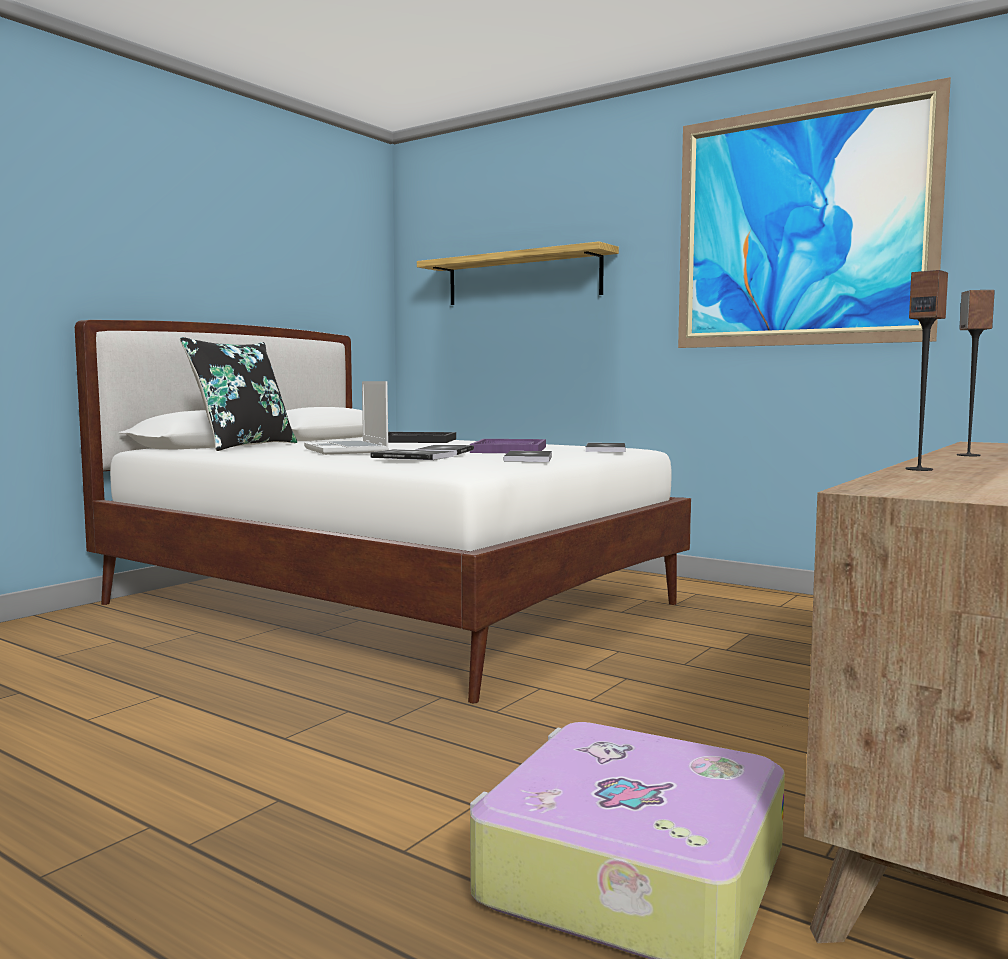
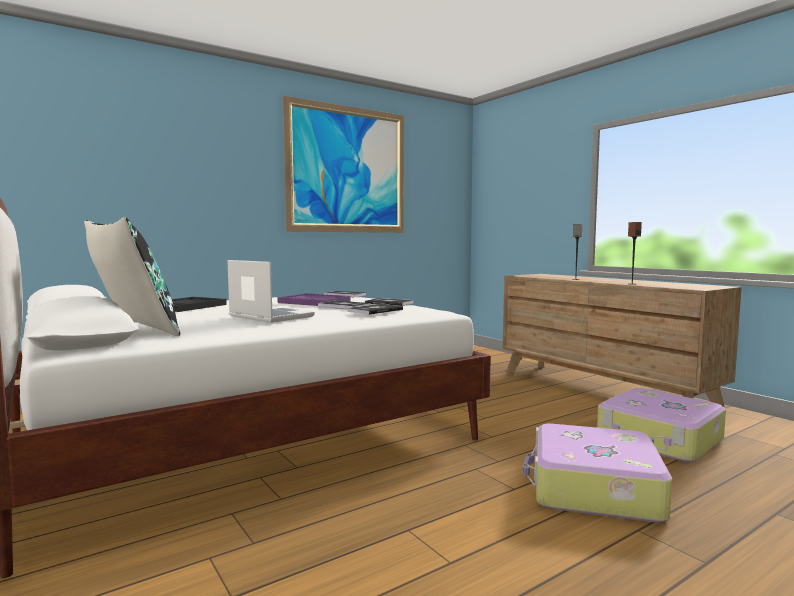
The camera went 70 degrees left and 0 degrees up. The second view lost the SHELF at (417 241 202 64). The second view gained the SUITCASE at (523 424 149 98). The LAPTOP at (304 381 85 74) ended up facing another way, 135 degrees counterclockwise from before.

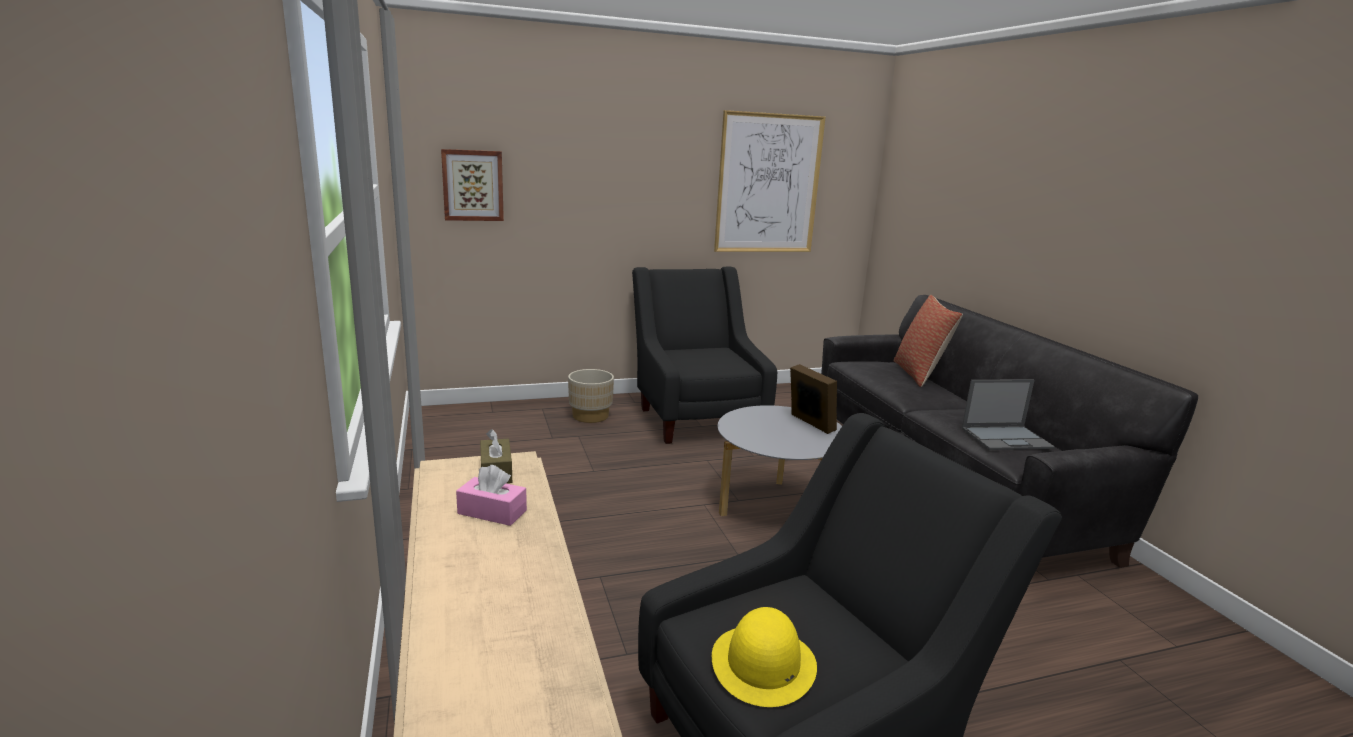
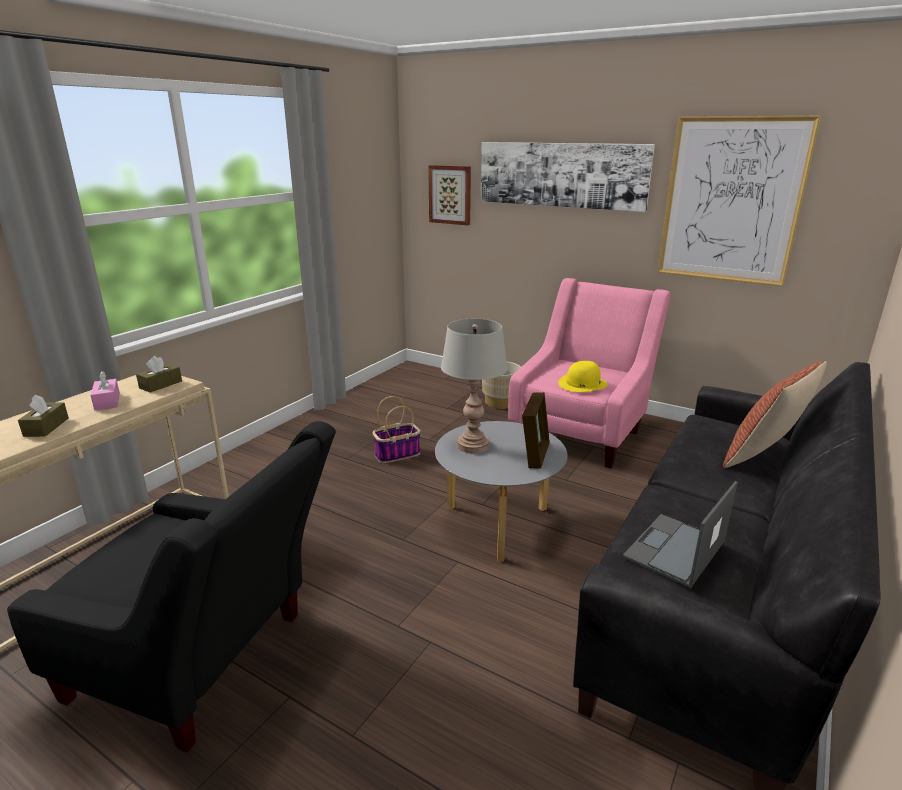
The camera went 50 degrees right and 5 degrees up. The second view gained the BROWN TISSUE BOX at (18 395 51 42). The second view gained the BASKET at (372 396 49 67). The second view gained the GREY TABLE LAMP at (441 319 67 134). The second view gained the PICTURE at (481 142 174 70). The YELLOW HAT ended up elsewhere, having gone from (712 607 105 100) to (558 361 50 31). What was the BLACK ARMCHAIR at (632 267 145 177) turned into the PINK ARMCHAIR at (508 278 163 190). The LAPTOP at (962 380 93 70) ended up facing another way, 90 degrees clockwise from before.

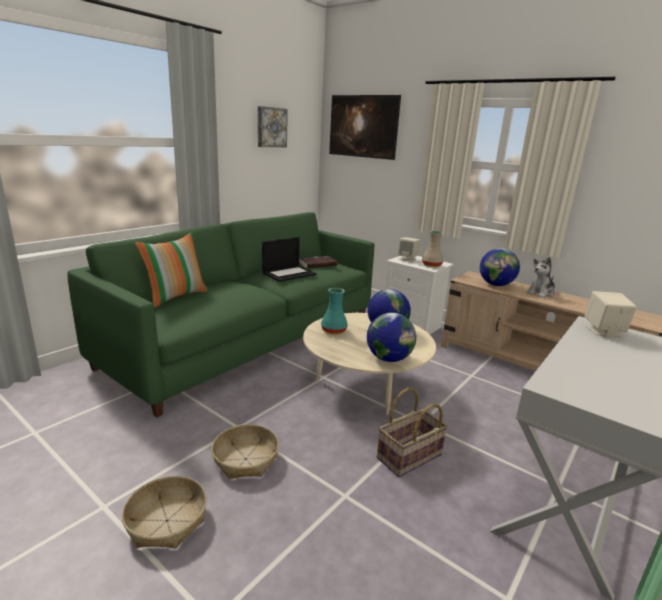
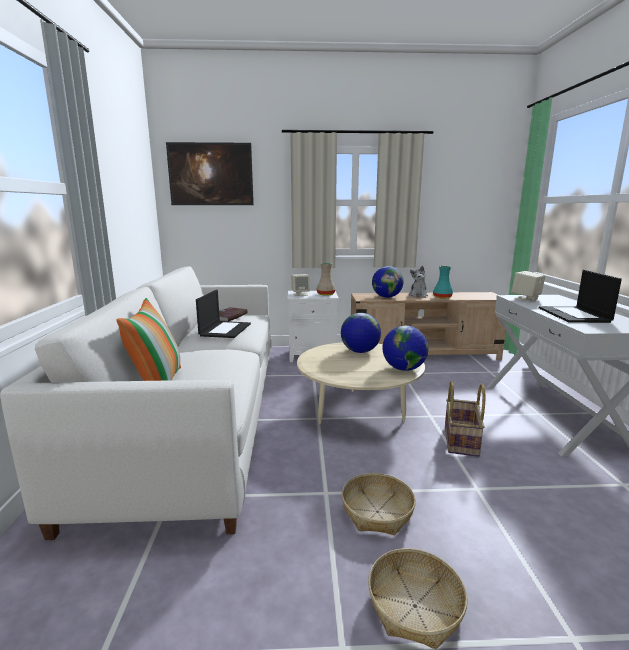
The camera went 40 degrees left and 5 degrees down. The second view lost the PICTURE at (258 106 30 41). The second view gained the LAPTOP at (539 270 83 53). The TURQUOISE VASE ended up elsewhere, having gone from (321 288 27 46) to (433 266 20 33). What was the GREEN SOFA at (67 212 307 205) turned into the WHITE SOFA at (0 266 272 274).

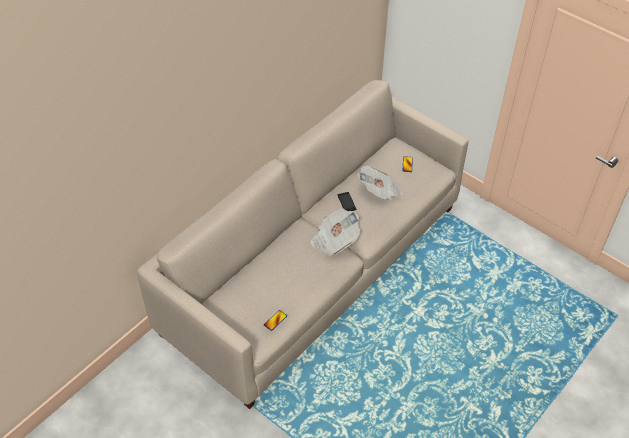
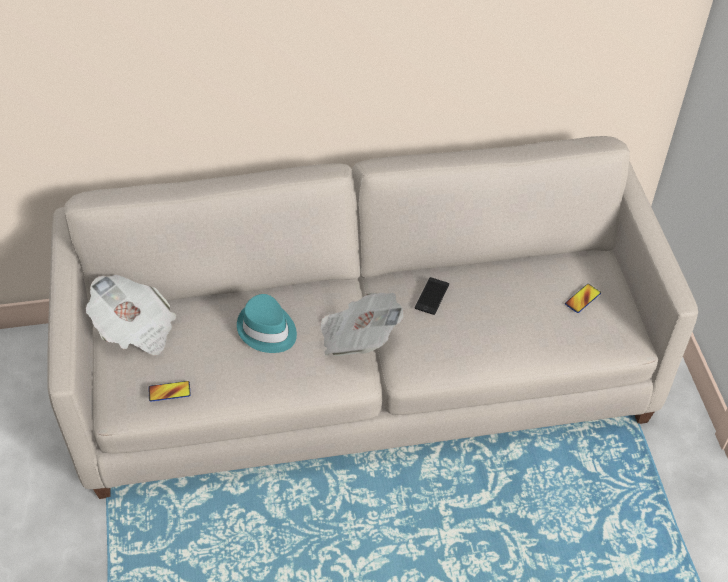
The camera went 40 degrees right and 0 degrees up. The second view gained the TURQUOISE HAT at (237 294 60 59). The NEWSPAPER ended up elsewhere, having gone from (357 165 46 35) to (86 275 90 81).

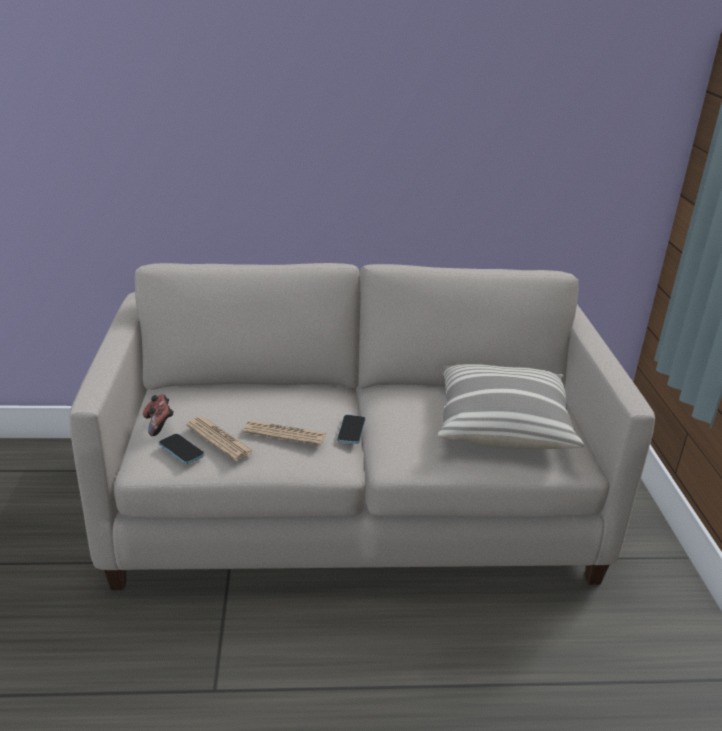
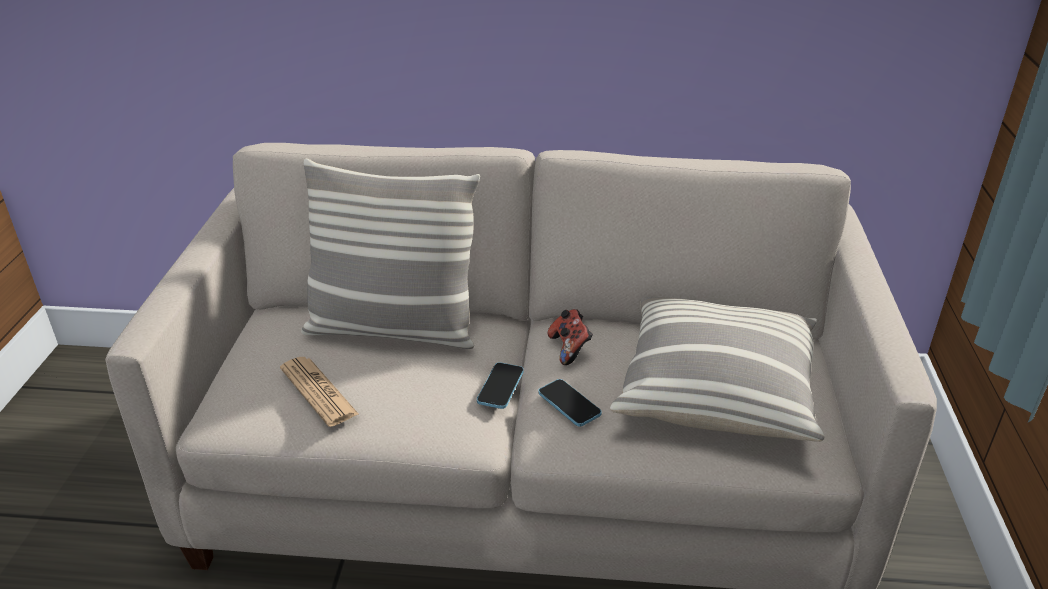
The camera went 10 degrees right and 5 degrees up. The second view lost the NEWSPAPER at (243 420 84 25). The second view gained the PILLOW at (301 158 179 191). The GAME CONTROLLER ended up elsewhere, having gone from (143 395 31 41) to (548 309 45 56). The PHONE ended up elsewhere, having gone from (159 434 45 30) to (538 379 64 48).

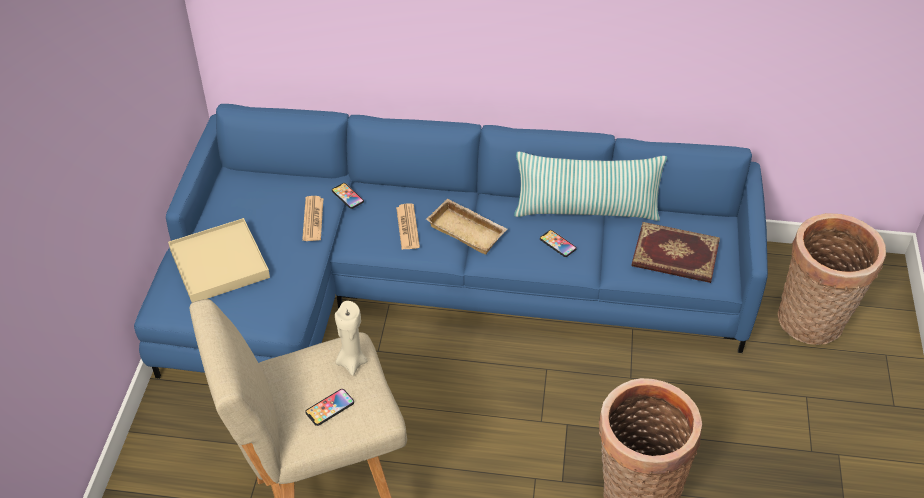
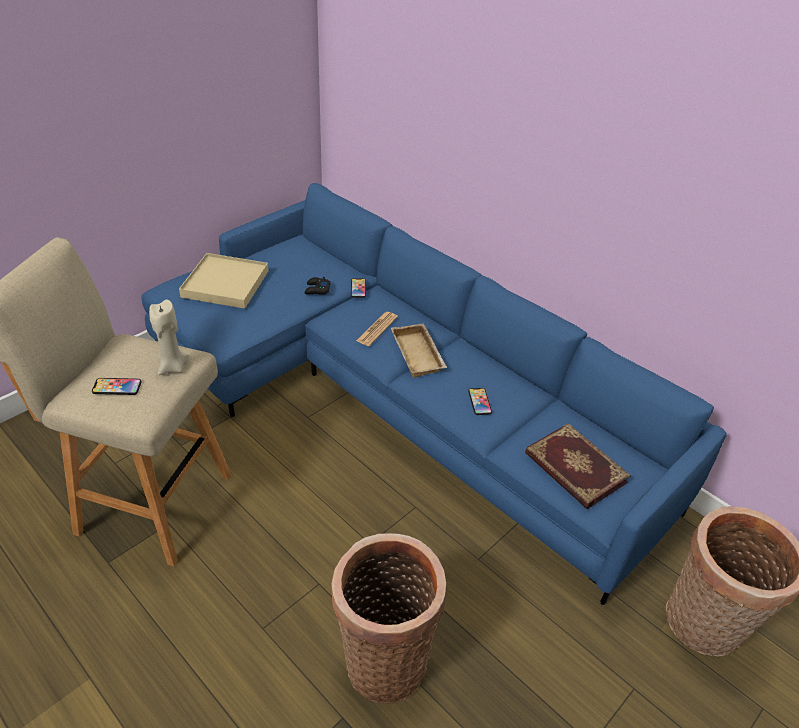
The camera went 35 degrees right and 5 degrees down. The second view lost the PILLOW at (514 152 153 69). Where the NEWSPAPER stood at (302 196 21 45), the BLACK GAME CONTROLLER came to stand at (305 277 26 18).

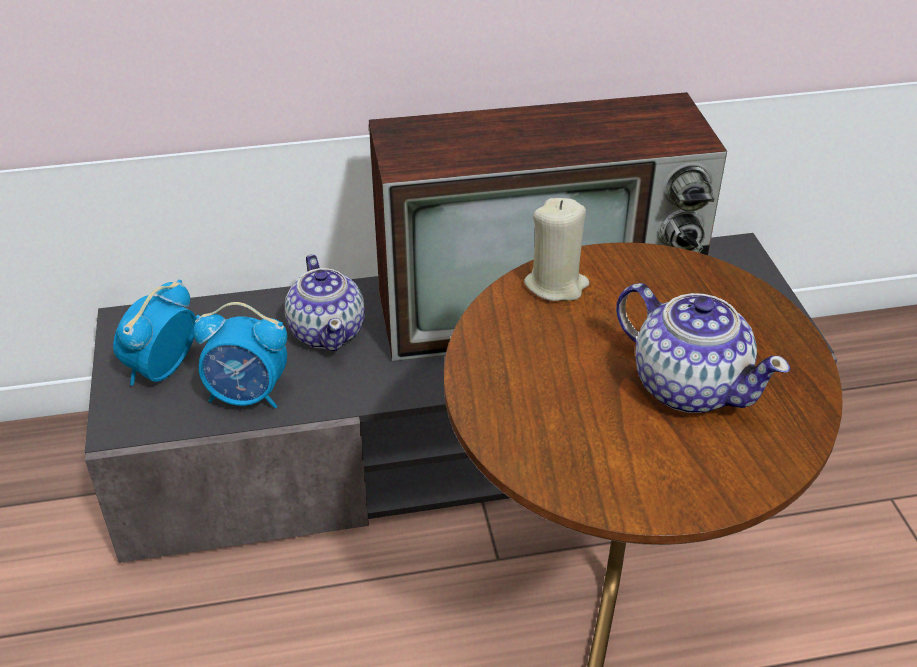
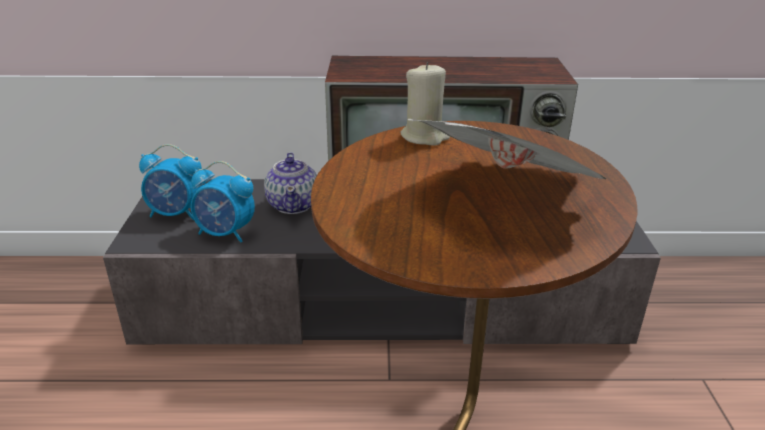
The camera went 10 degrees right and 10 degrees down. Where the TEAPOT stood at (616 283 174 130), the NEWSPAPER came to stand at (407 119 200 61). The ALARM CLOCK at (113 280 83 105) ended up facing another way, 120 degrees counterclockwise from before.

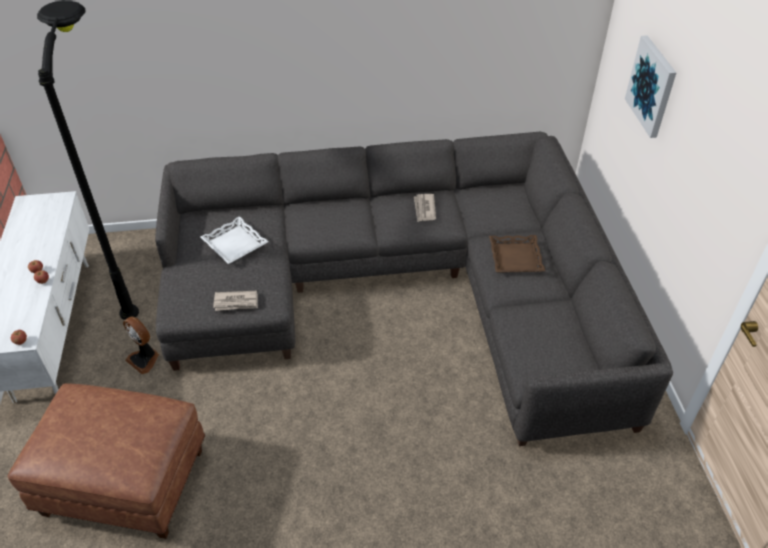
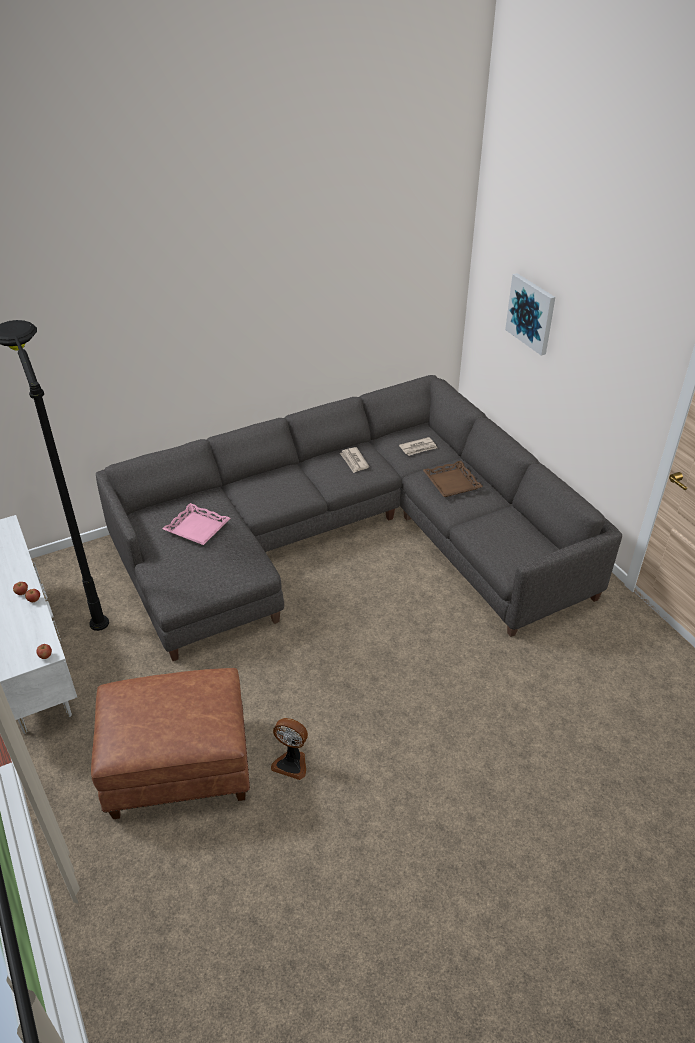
The camera went 20 degrees left and 5 degrees down. The FAN ended up elsewhere, having gone from (123 317 36 57) to (271 718 37 62). The NEWSPAPER ended up elsewhere, having gone from (213 291 45 20) to (399 437 38 19). What was the WHITE TRAY at (200 216 69 48) turned into the PINK TRAY at (162 503 69 42).

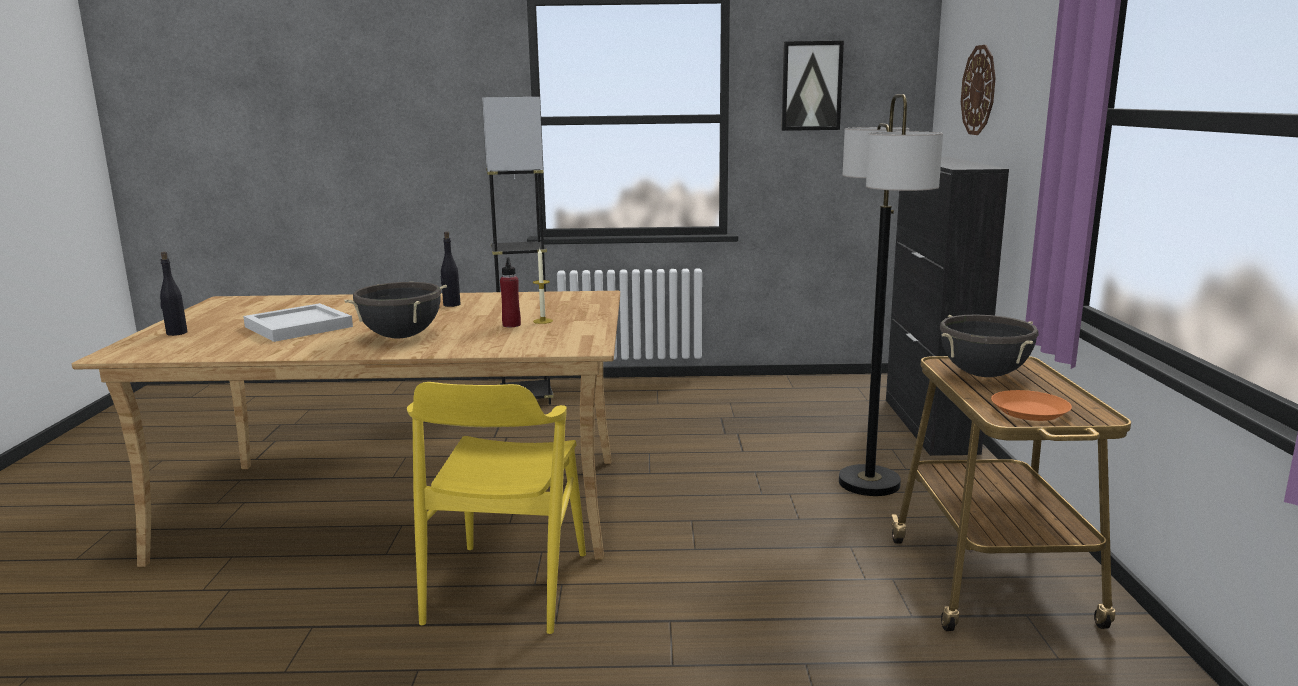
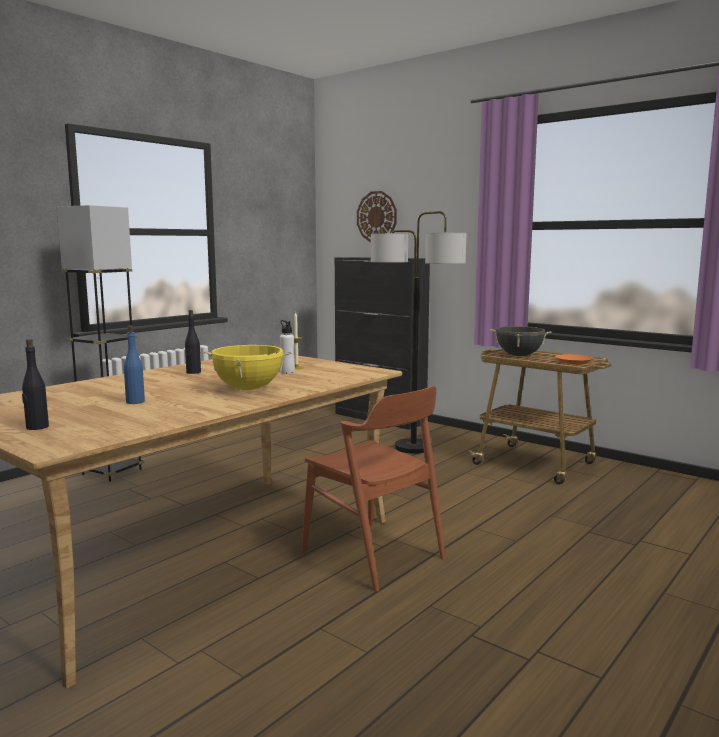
The camera went 50 degrees left and 5 degrees down. The second view lost the PICTURE at (781 41 63 90). Where the WHITE TRAY stood at (243 303 110 39), the BLUE BOTTLE came to stand at (124 326 21 78). What was the BLACK COOKING POT at (344 282 103 56) turned into the YELLOW COOKING POT at (204 345 88 45). What was the YELLOW CHAIR at (407 382 179 252) turned into the BROWN CHAIR at (302 386 143 205). What was the RED BOTTLE at (500 257 21 70) turned into the WHITE BOTTLE at (280 320 15 54).

